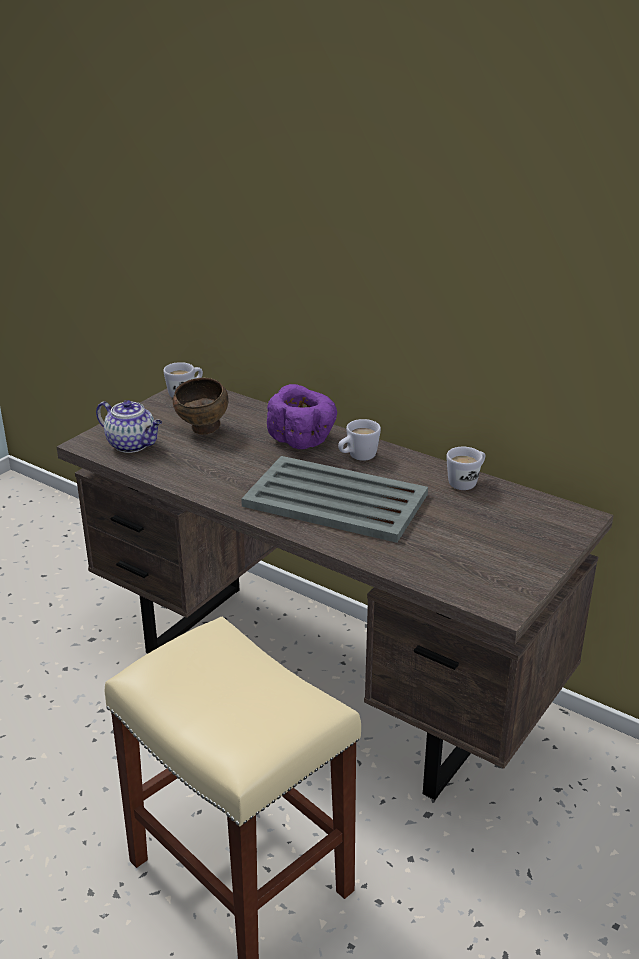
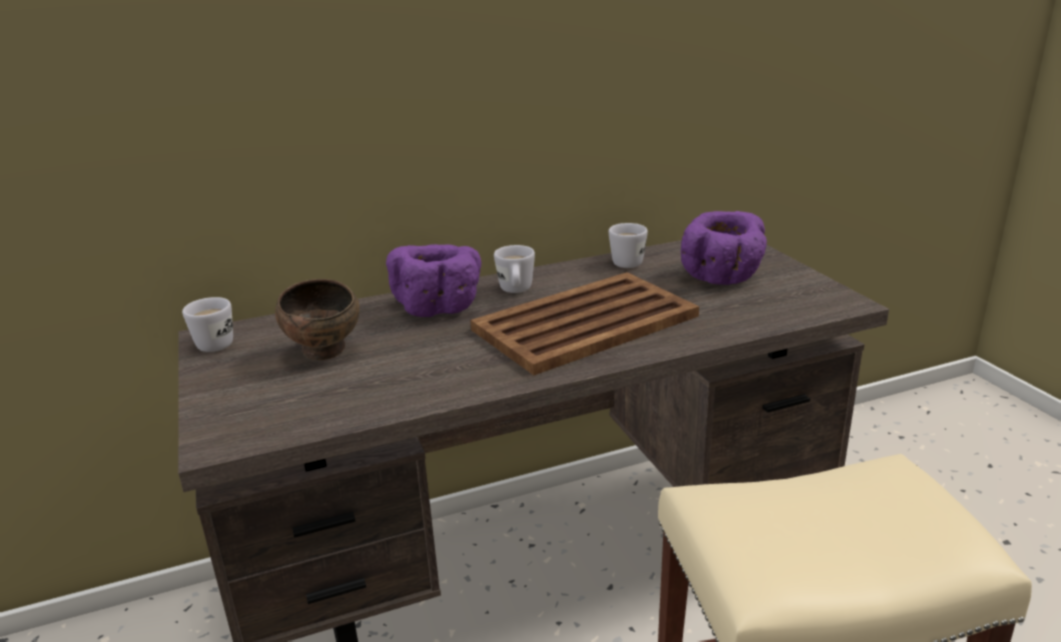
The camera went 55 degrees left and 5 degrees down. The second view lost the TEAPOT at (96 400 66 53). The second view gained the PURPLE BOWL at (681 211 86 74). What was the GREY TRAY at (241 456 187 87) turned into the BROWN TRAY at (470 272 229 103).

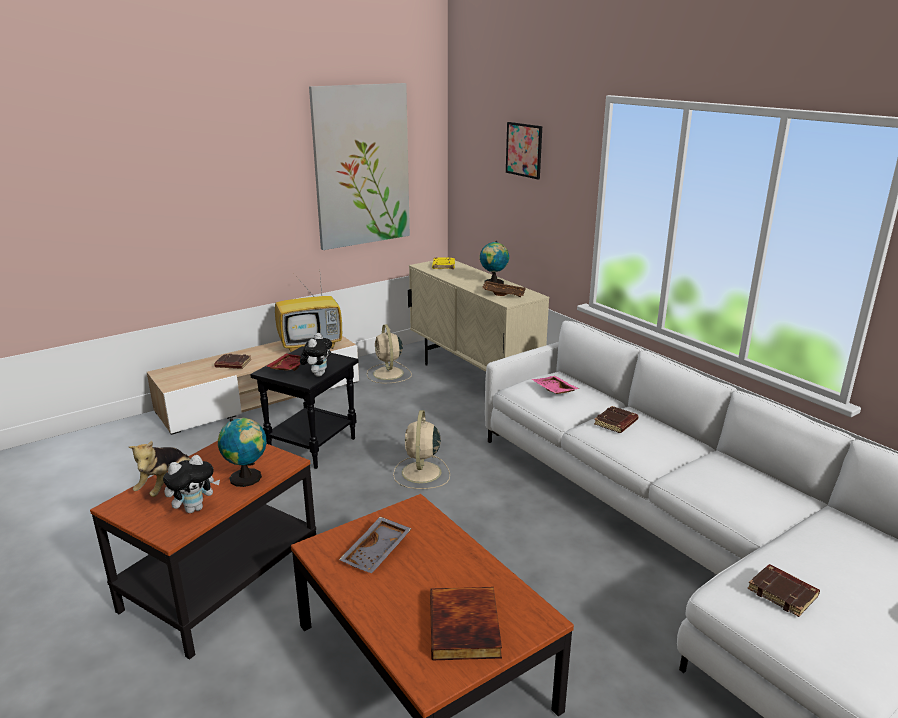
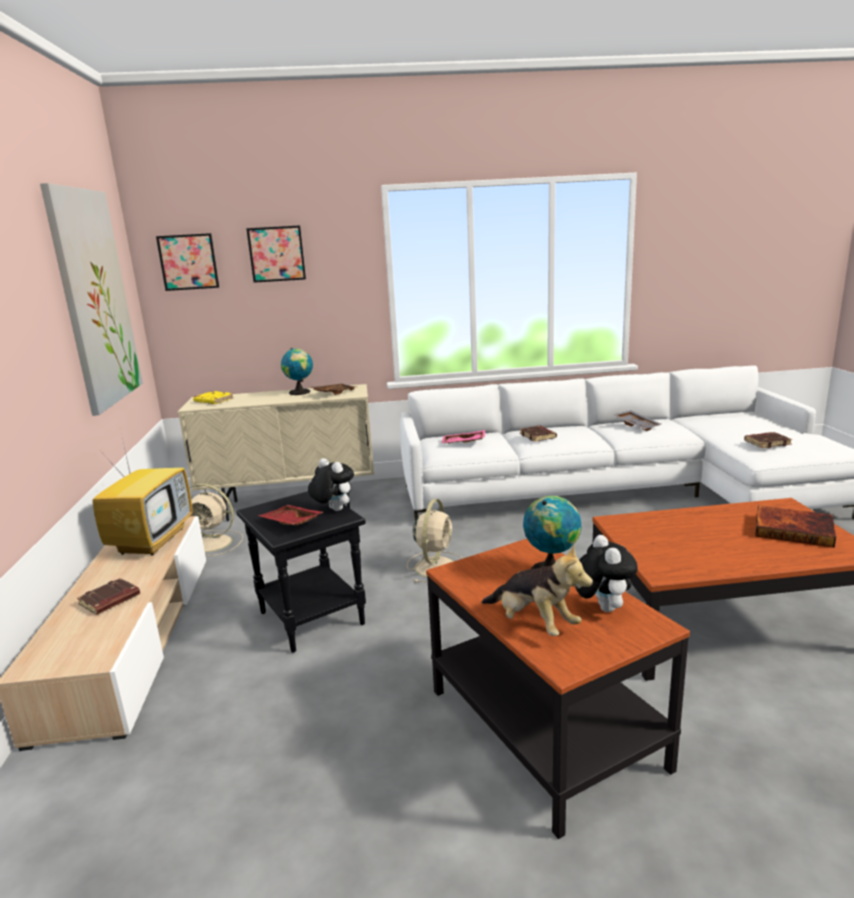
The camera went 60 degrees left and 5 degrees down. The second view gained the PICTURE at (156 233 63 58). The GREY TRAY ended up elsewhere, having gone from (339 517 73 56) to (614 410 47 21). The BEIGE FAN at (393 410 57 79) ended up facing another way, 105 degrees counterclockwise from before.

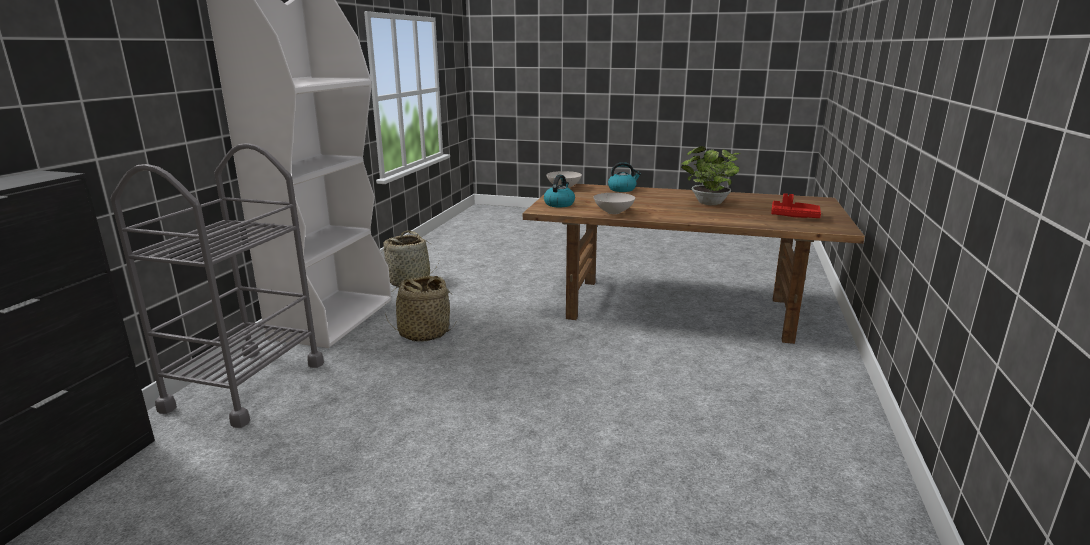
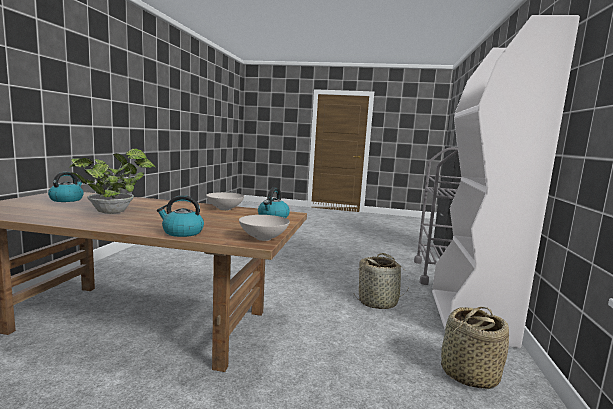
The camera went 175 degrees right and 10 degrees down. Where the RED TRAY stood at (771 193 50 25), the KETTLE came to stand at (48 172 36 30).

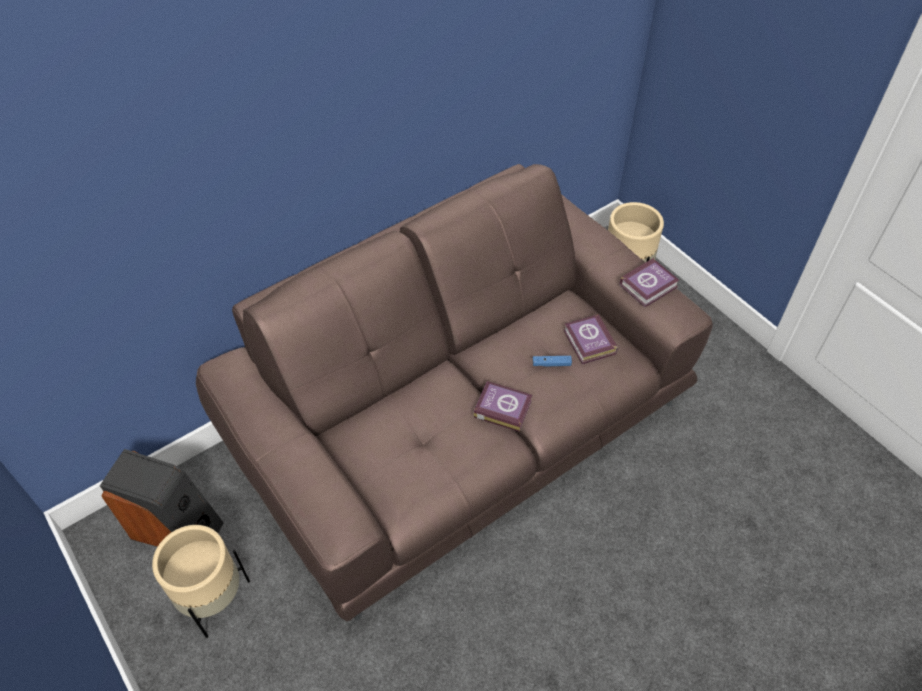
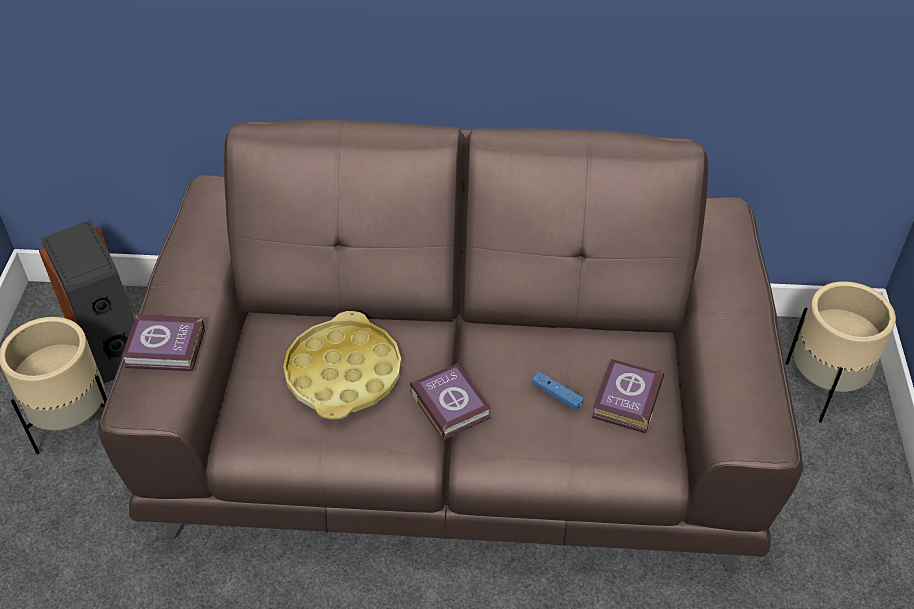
The camera went 40 degrees right and 5 degrees down. The second view gained the YELLOW TRAY at (283 311 118 108). The BOOK ended up elsewhere, having gone from (619 258 60 50) to (121 314 84 57).

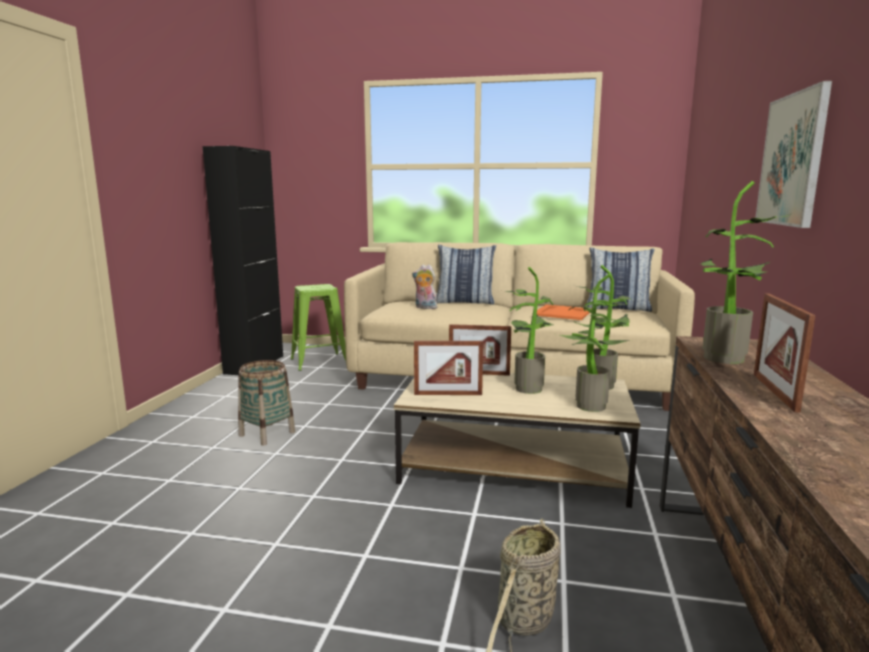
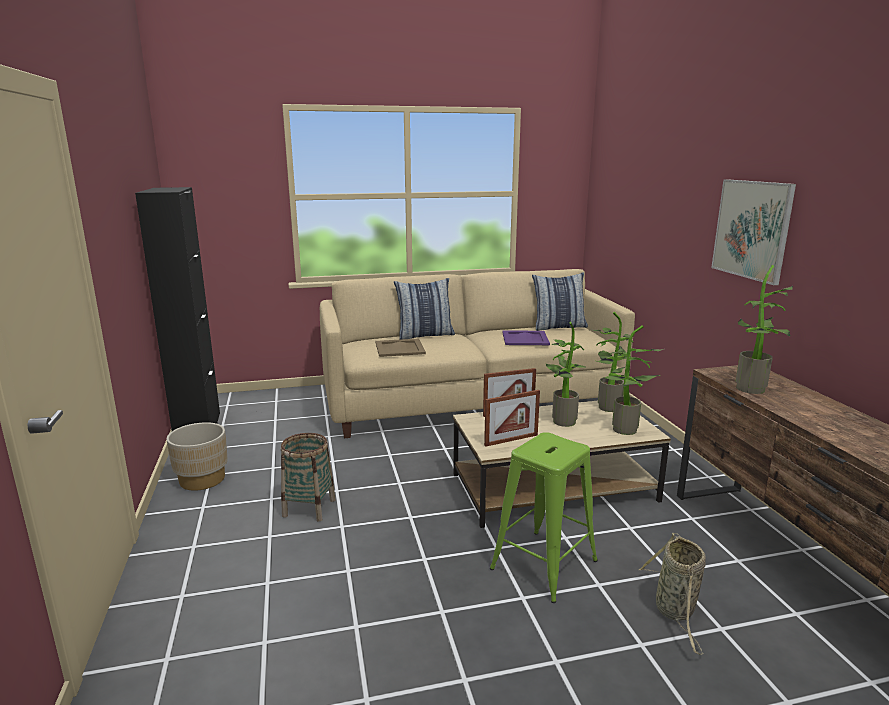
The camera went 25 degrees left and 5 degrees up. The second view lost the PICTURE FRAME at (754 293 62 120). The second view gained the BEIGE PLANTER at (166 422 62 69). The GREEN STOOL ended up elsewhere, having gone from (291 284 55 87) to (490 432 108 171). Where the PLUSH TOY stood at (412 264 25 45), the BEIGE TRAY came to stand at (375 339 51 18). What was the ORANGE TRAY at (537 305 55 15) turned into the PURPLE TRAY at (502 330 48 15).

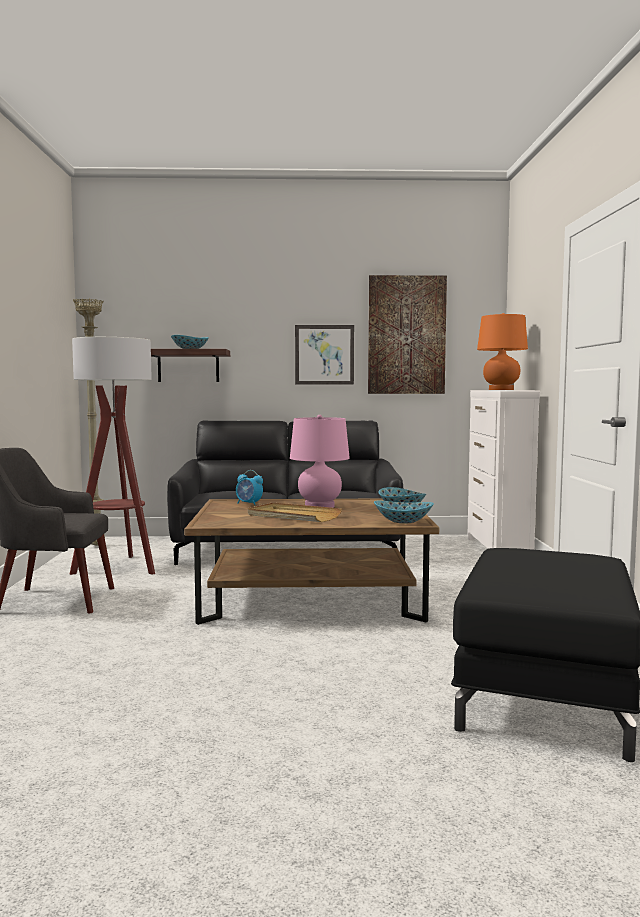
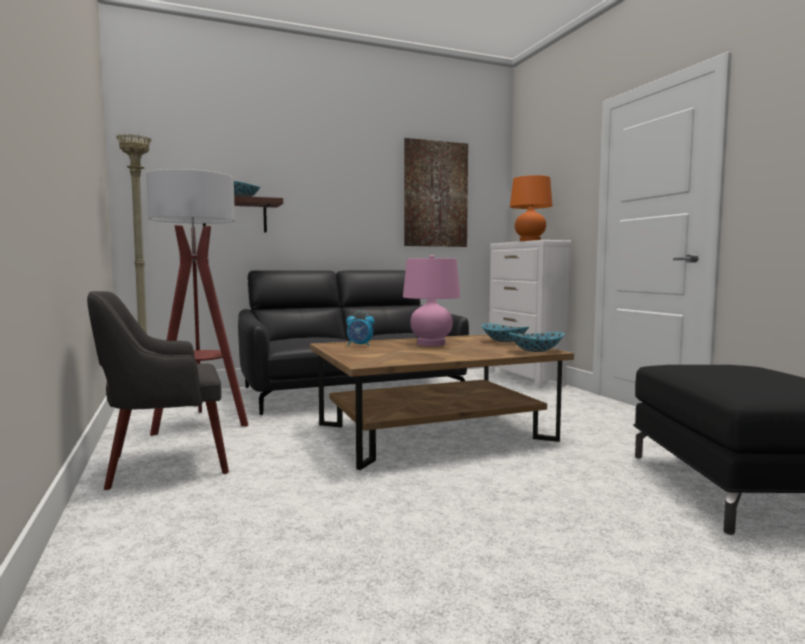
The camera went 20 degrees left and 0 degrees up. The second view lost the BEIGE TRAY at (248 502 94 20). The second view lost the PICTURE at (295 325 59 59).

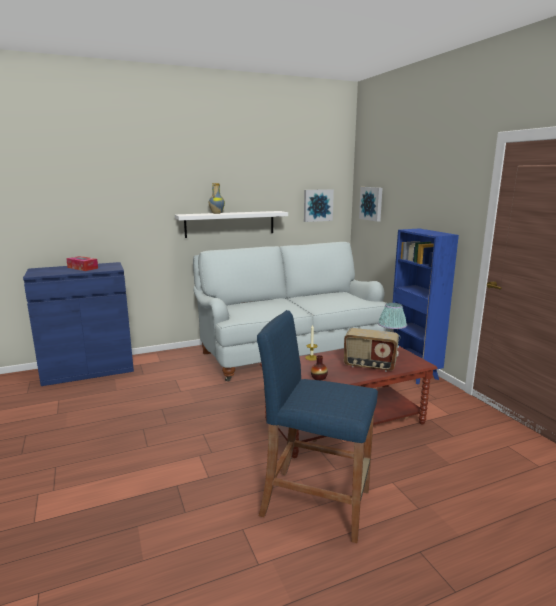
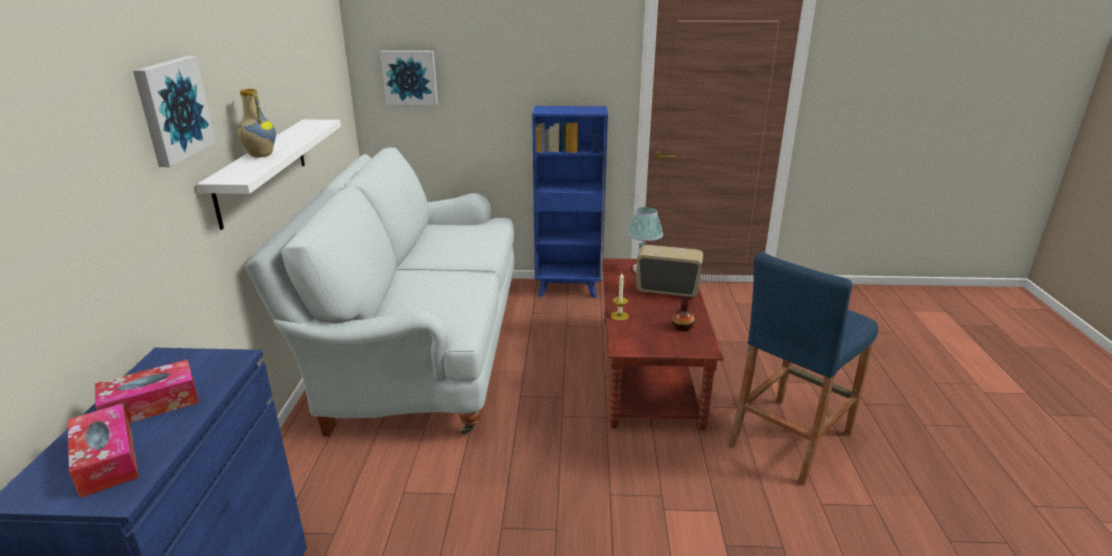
The camera went 65 degrees left and 10 degrees up. The second view gained the TISSUE BOX at (68 404 71 94). The PICTURE ended up elsewhere, having gone from (304 189 30 33) to (133 56 83 111). The RADIO at (344 328 55 44) ended up facing another way, 120 degrees counterclockwise from before.

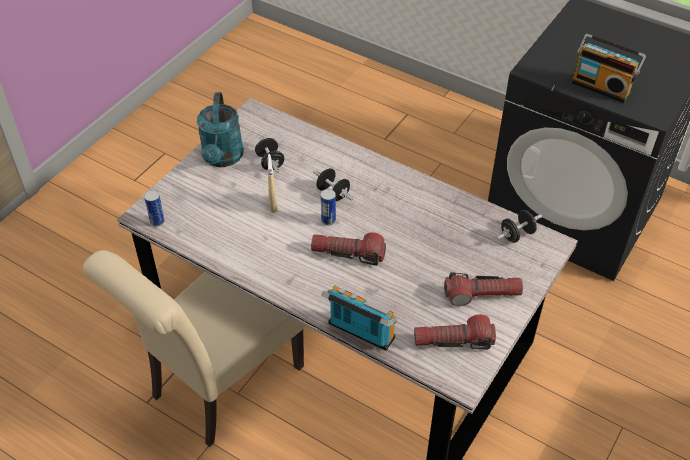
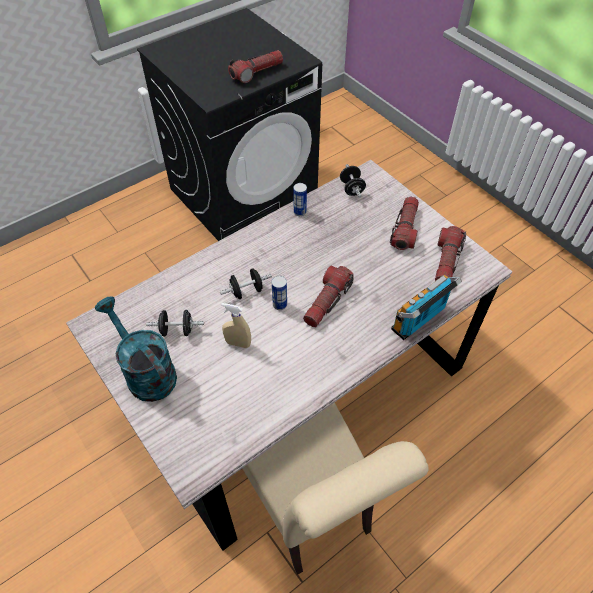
The camera went 70 degrees left and 5 degrees up. The CAN ended up elsewhere, having gone from (144 190 21 37) to (294 183 13 33). Where the RADIO stood at (571 34 75 69), the FLASHLIGHT came to stand at (228 50 55 33). The TURQUOISE WATERING CAN at (197 92 47 75) ended up facing another way, 150 degrees counterclockwise from before.

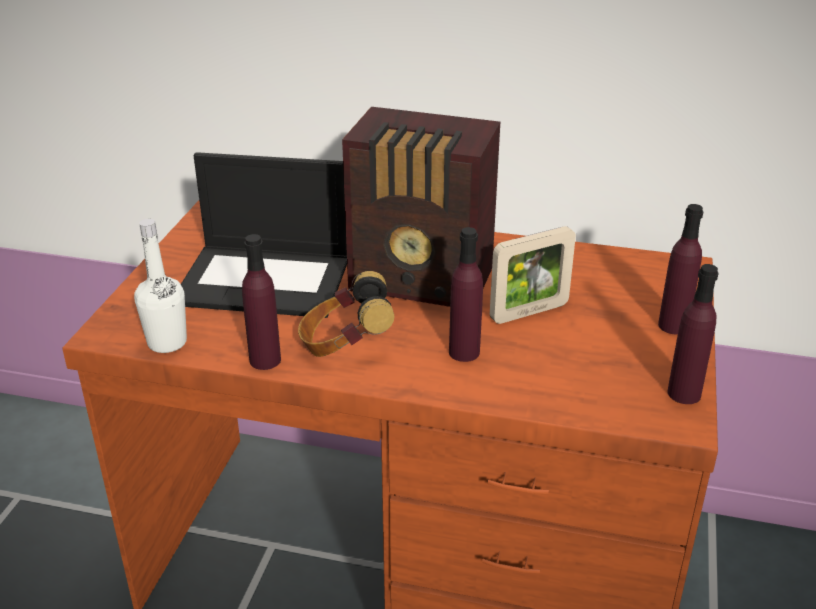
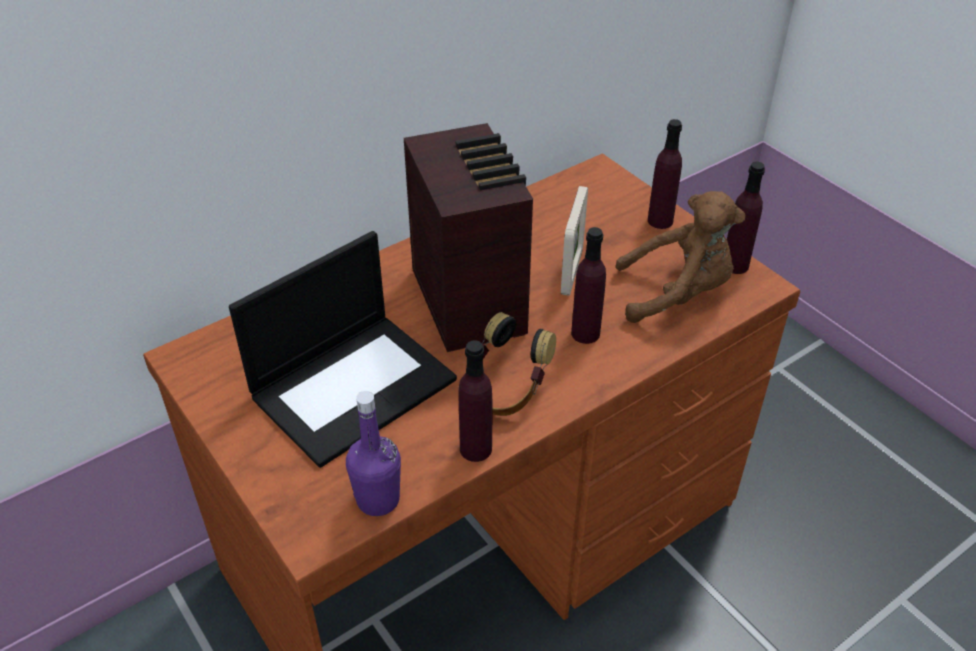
The camera went 50 degrees left and 10 degrees up. The second view gained the BROWN PLUSH TOY at (615 191 130 132). What was the WHITE BOTTLE at (134 219 53 134) turned into the PURPLE BOTTLE at (346 391 55 125). The RADIO at (342 107 158 200) ended up facing another way, 75 degrees counterclockwise from before.

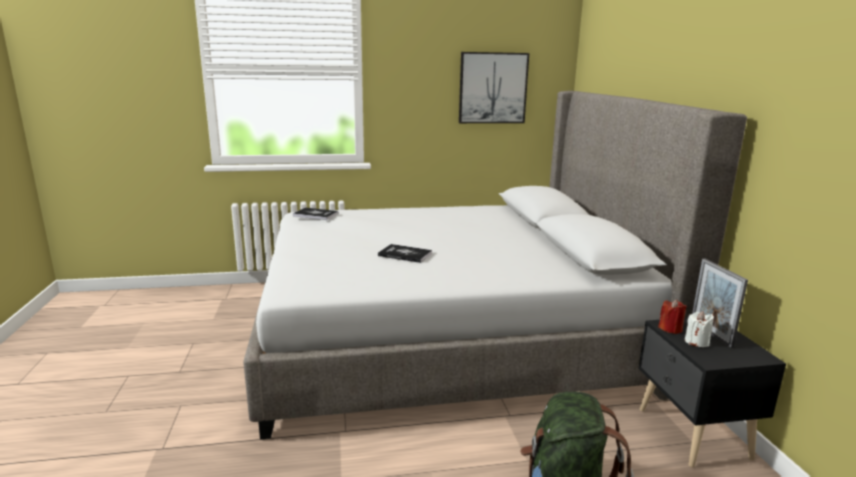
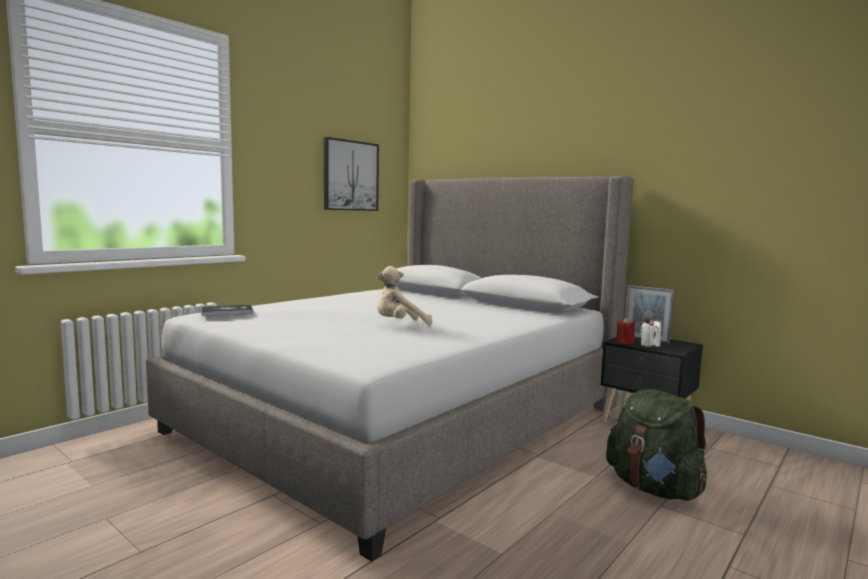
The camera went 40 degrees left and 10 degrees down. Where the BOOK stood at (378 244 54 19), the BEIGE PLUSH TOY came to stand at (377 266 55 59).

